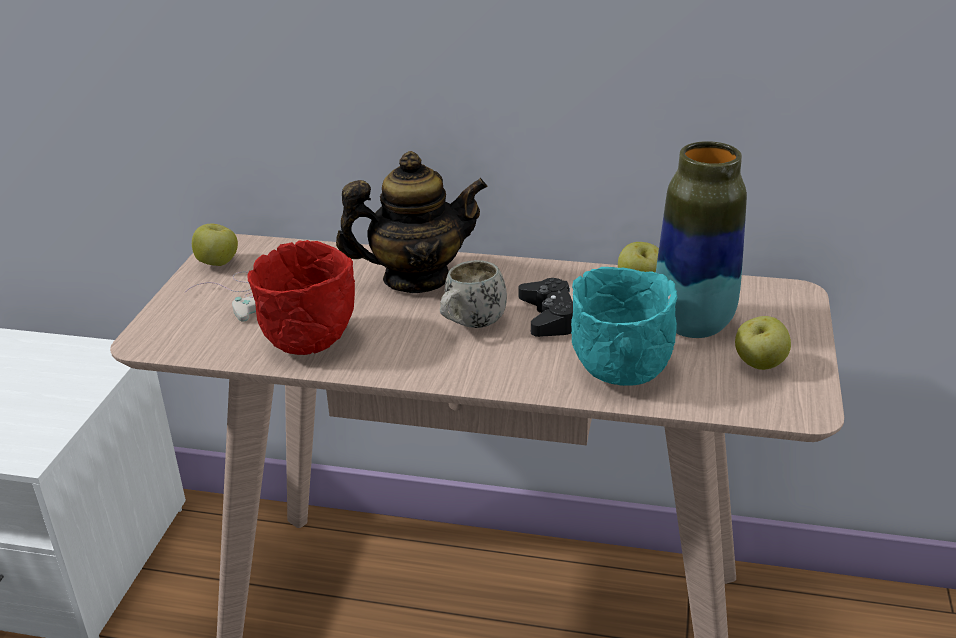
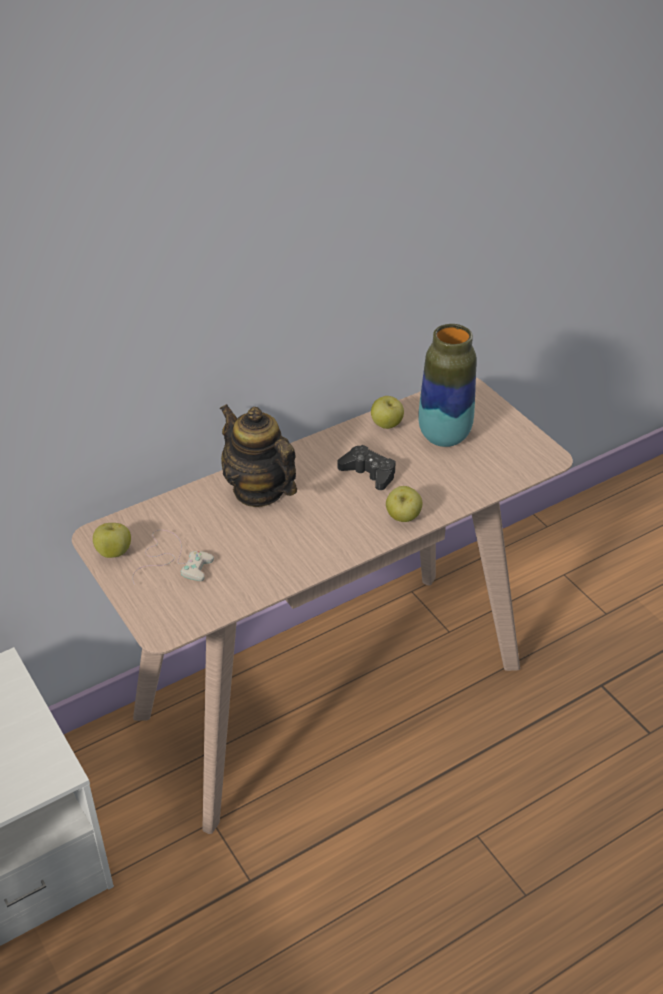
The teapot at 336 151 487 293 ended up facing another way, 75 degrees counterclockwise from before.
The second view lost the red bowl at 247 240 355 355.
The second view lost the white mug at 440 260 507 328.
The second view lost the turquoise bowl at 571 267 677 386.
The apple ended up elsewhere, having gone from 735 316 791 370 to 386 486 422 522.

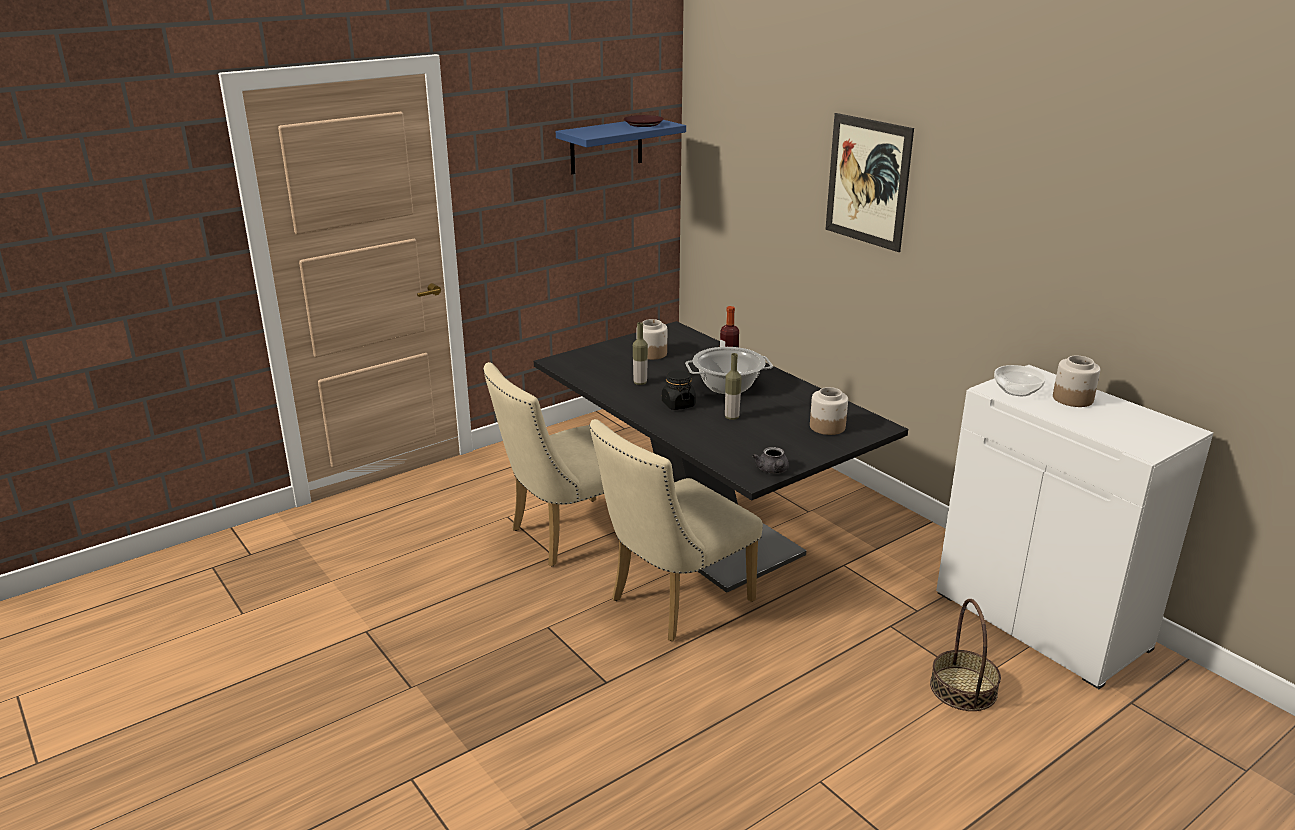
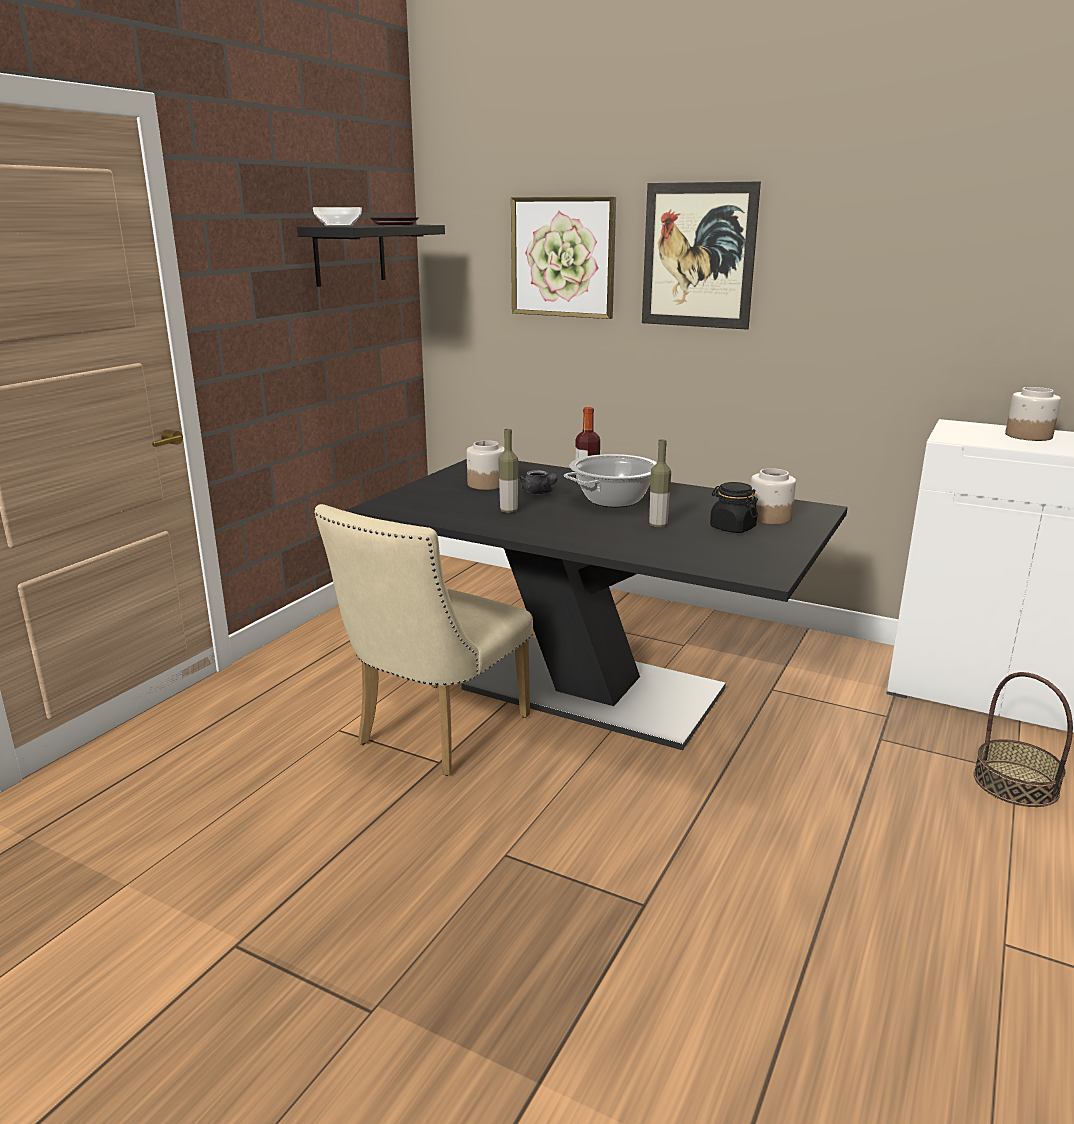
What was the blue shelf at 556 120 686 174 turned into the black shelf at 297 225 445 287.
The bowl ended up elsewhere, having gone from 994 365 1046 396 to 313 207 362 226.
The black jar ended up elsewhere, having gone from 662 370 696 410 to 710 482 758 533.
The second view lost the beige chair at 589 419 763 641.
The grey teapot ended up elsewhere, having gone from 752 447 789 474 to 519 470 558 495.
The second view gained the picture at 511 197 616 319.

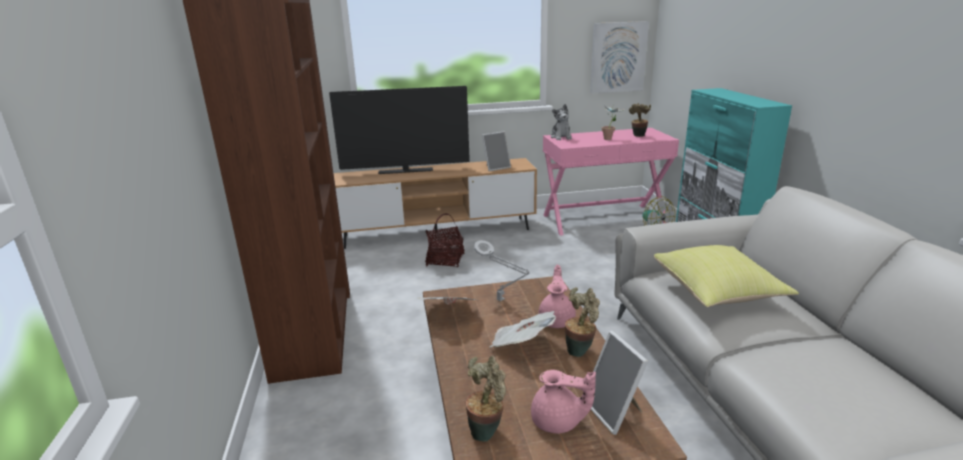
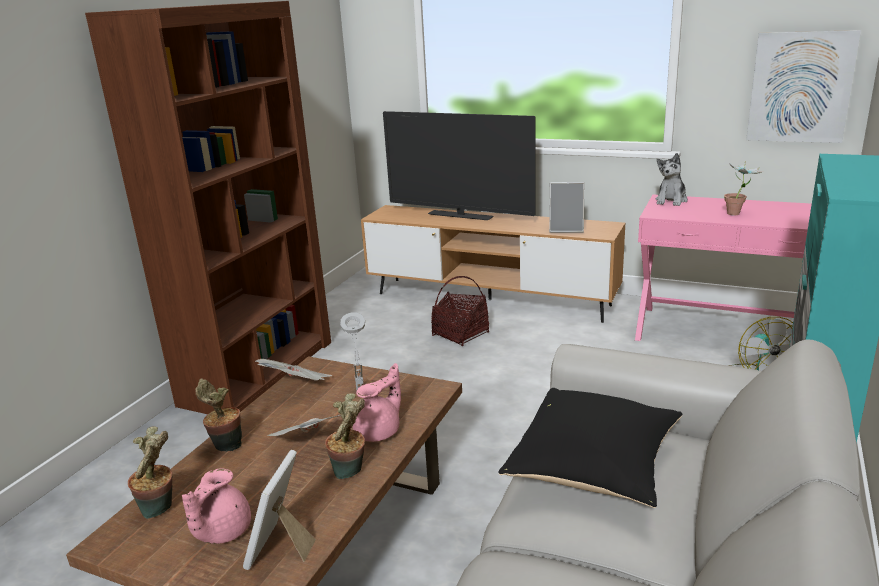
The potted plant ended up elsewhere, having gone from 629 103 651 137 to 195 378 242 452.
What was the yellow pillow at 654 245 799 307 turned into the black pillow at 498 388 682 508.
The pink teapot at 531 370 596 434 ended up facing another way, 60 degrees clockwise from before.

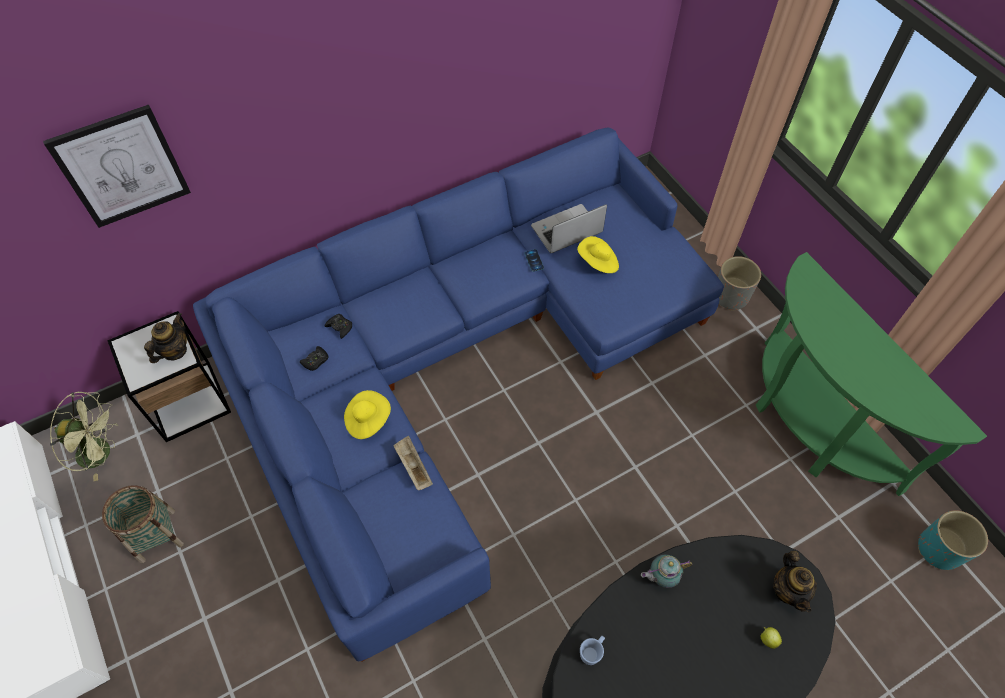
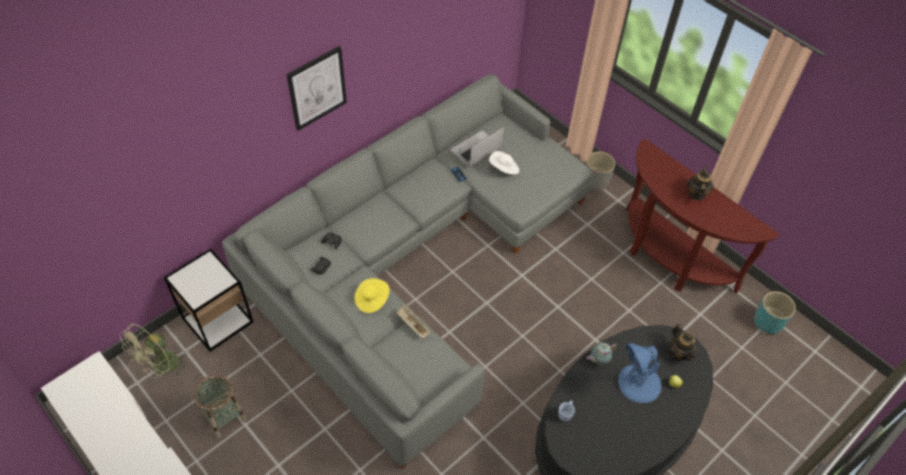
The picture ended up elsewhere, having gone from 43 105 191 228 to 286 46 347 131.
What was the blue sofa at 193 127 724 662 turned into the grey sofa at 222 74 593 469.
What was the yellow hat at 577 236 619 273 turned into the white hat at 489 151 520 175.
What was the green console table at 756 252 987 496 turned into the brown console table at 626 139 779 294.
The teapot ended up elsewhere, having gone from 144 313 187 363 to 687 165 714 201.
The green fan at 50 392 118 481 ended up facing another way, 135 degrees clockwise from before.
The second view gained the blue table lamp at 618 343 662 403.

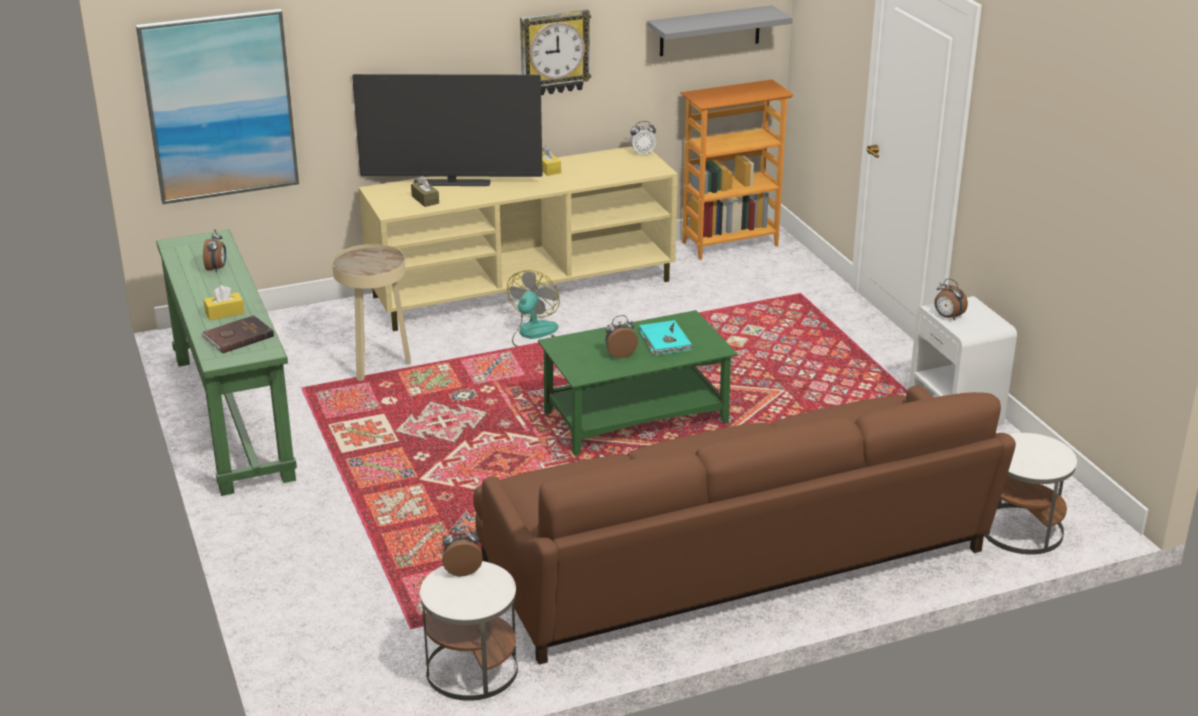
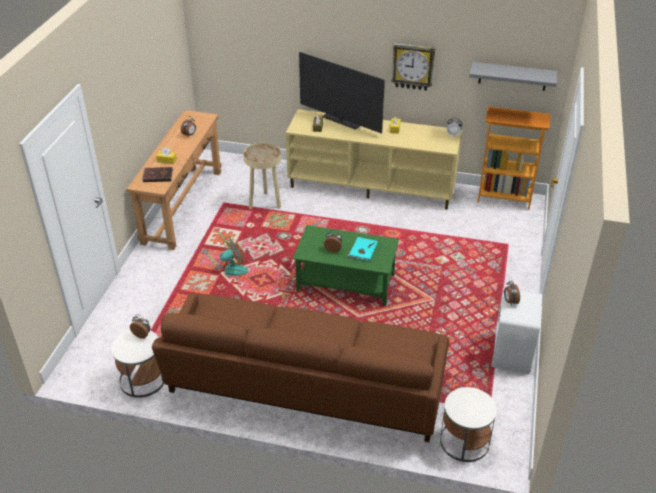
The second view lost the picture at 136 9 299 204.
What was the green console table at 156 229 297 496 turned into the brown console table at 126 110 222 250.
The fan ended up elsewhere, having gone from 507 270 560 347 to 214 236 249 280.

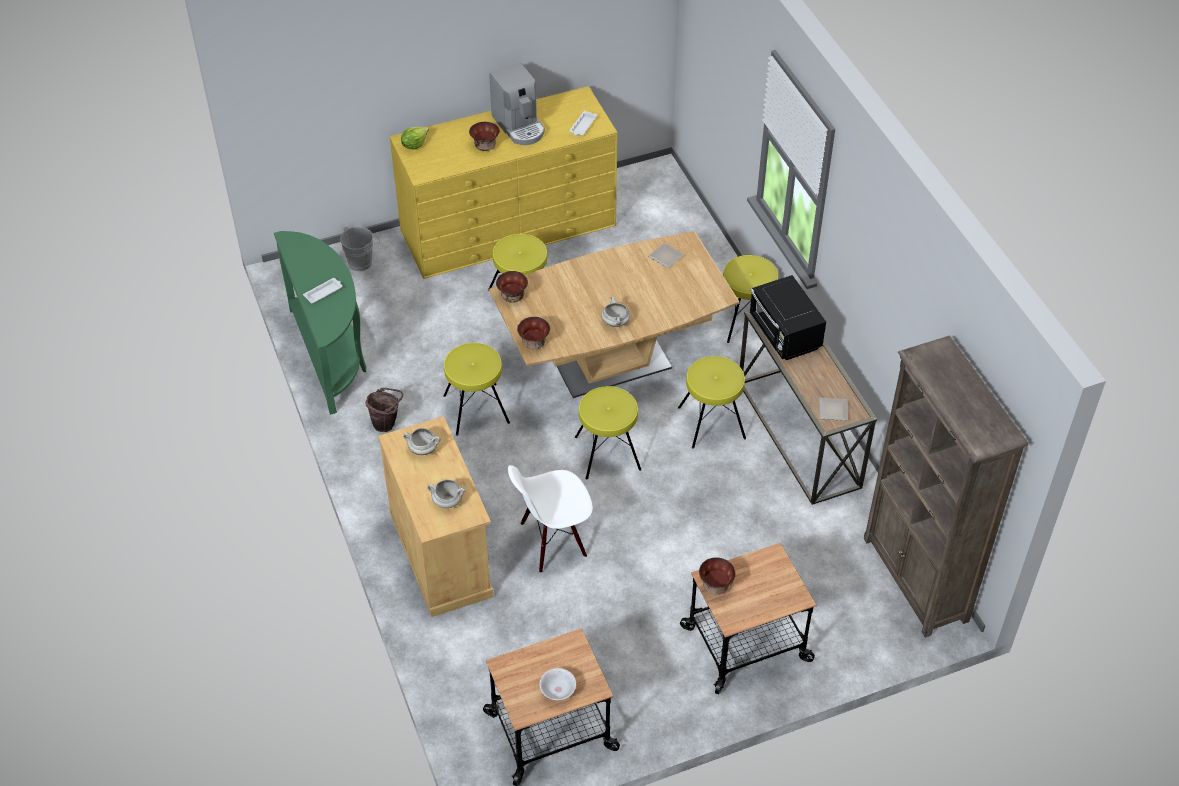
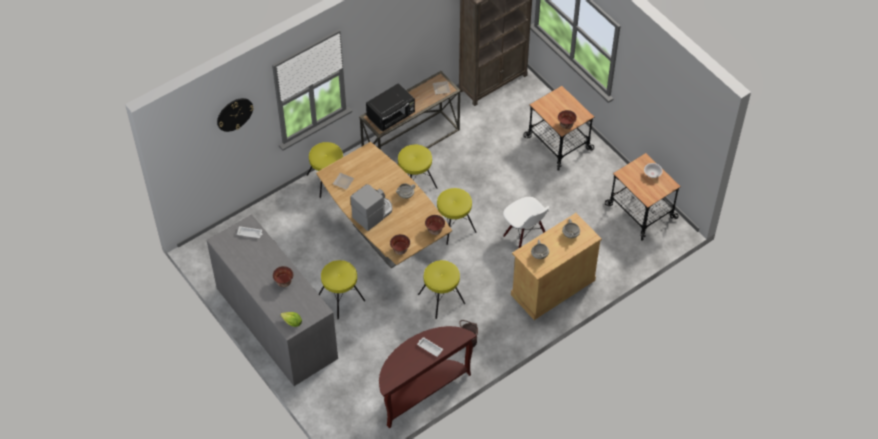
The coffee machine ended up elsewhere, having gone from 489 63 545 145 to 351 184 392 231.
What was the yellow dresser at 390 86 618 279 turned into the grey dresser at 206 214 338 386.
The second view lost the grey bucket at 340 226 380 272.
What was the green console table at 274 231 366 415 turned into the brown console table at 379 326 476 428.
The second view gained the wall clock at 217 98 254 132.

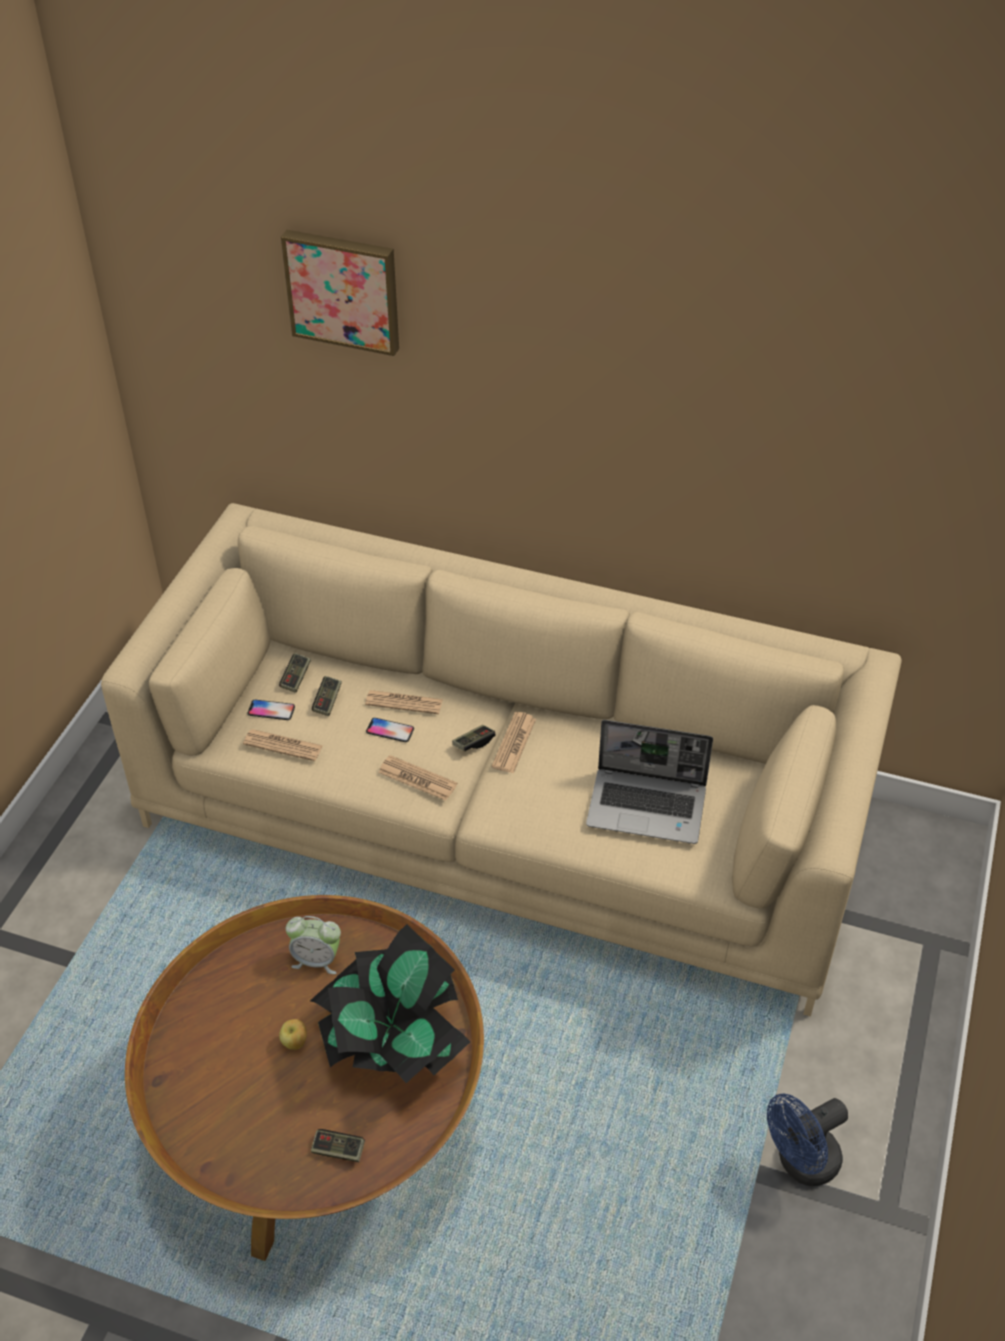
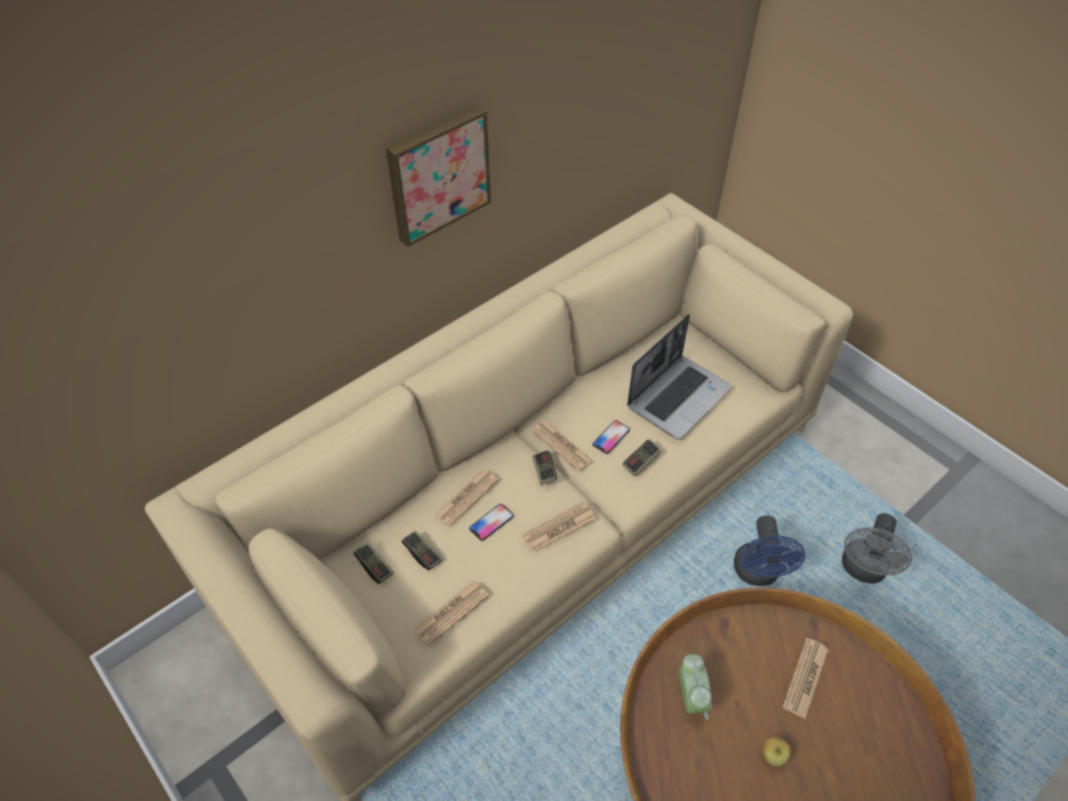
The picture ended up elsewhere, having gone from 281 230 399 356 to 386 105 491 247.
The phone ended up elsewhere, having gone from 247 700 295 720 to 593 420 630 454.
The alarm clock at 286 916 341 974 ended up facing another way, 45 degrees counterclockwise from before.
Where the potted plant stood at 310 924 470 1083, the newspaper came to stand at 782 638 828 719.
The blue fan ended up elsewhere, having gone from 767 1093 848 1186 to 734 515 806 586.
The game controller ended up elsewhere, having gone from 311 1129 365 1162 to 623 439 661 476.
The second view gained the grey fan at 842 513 912 583.

